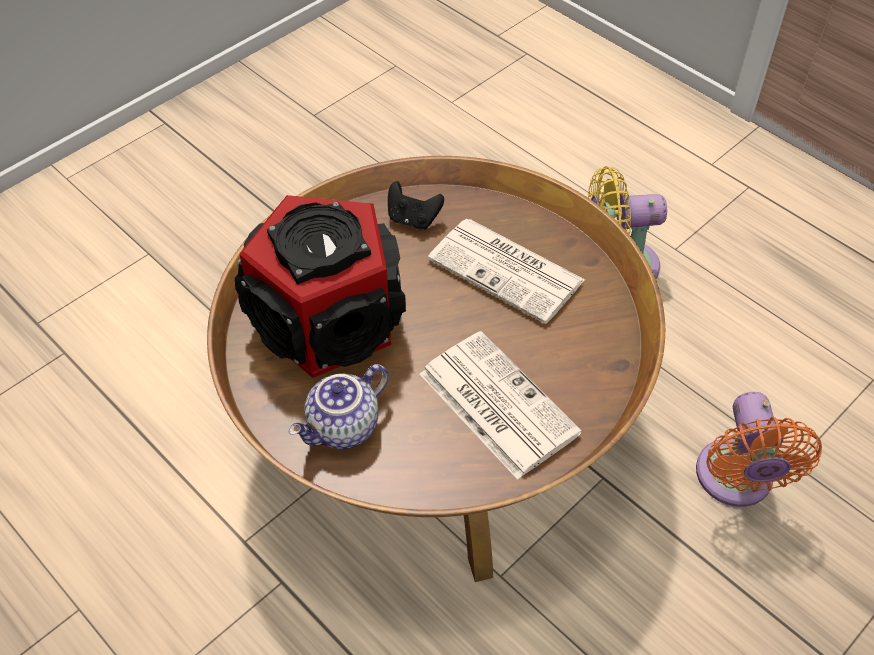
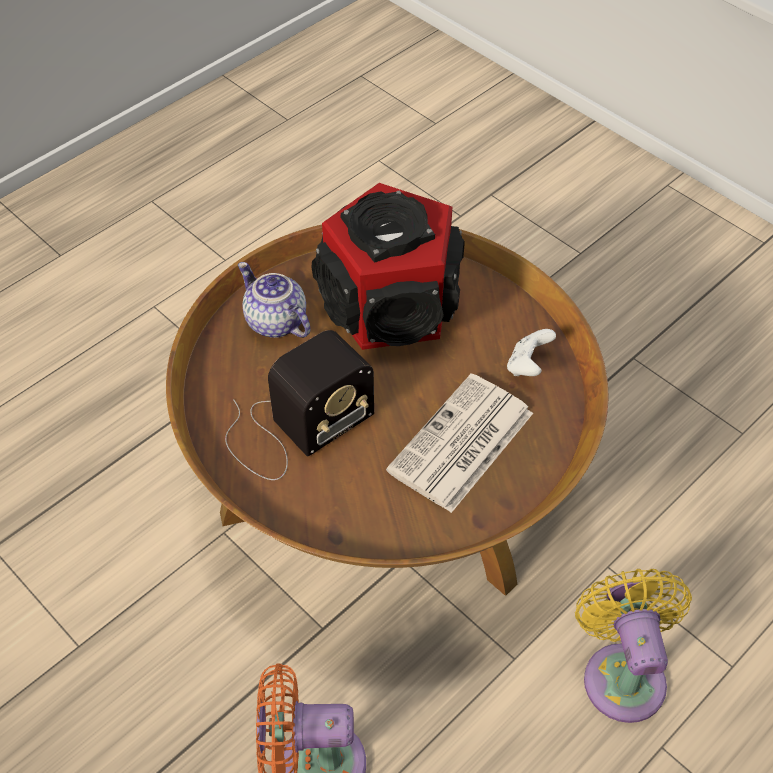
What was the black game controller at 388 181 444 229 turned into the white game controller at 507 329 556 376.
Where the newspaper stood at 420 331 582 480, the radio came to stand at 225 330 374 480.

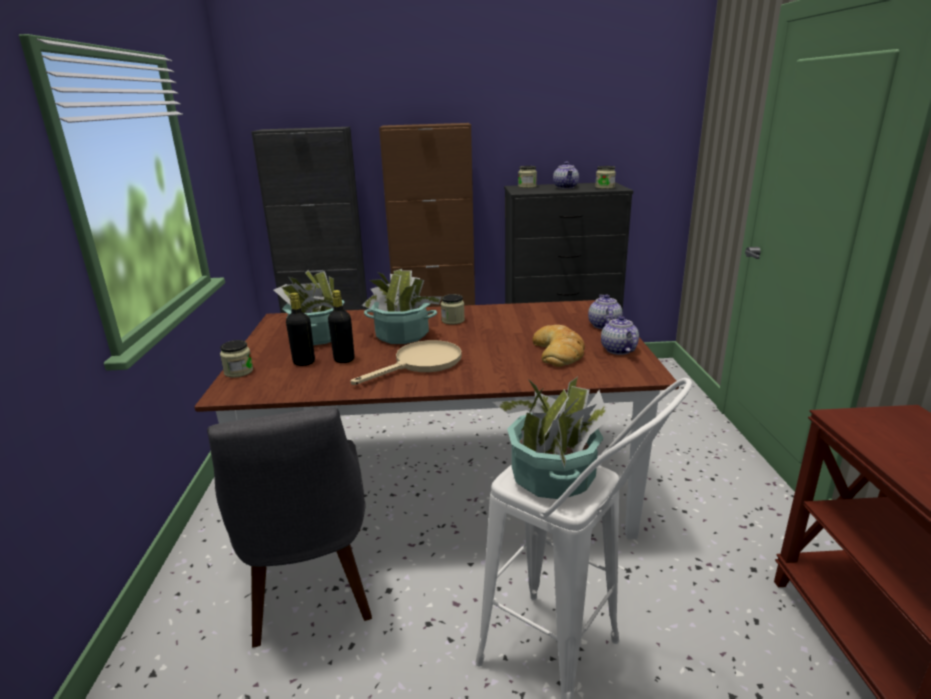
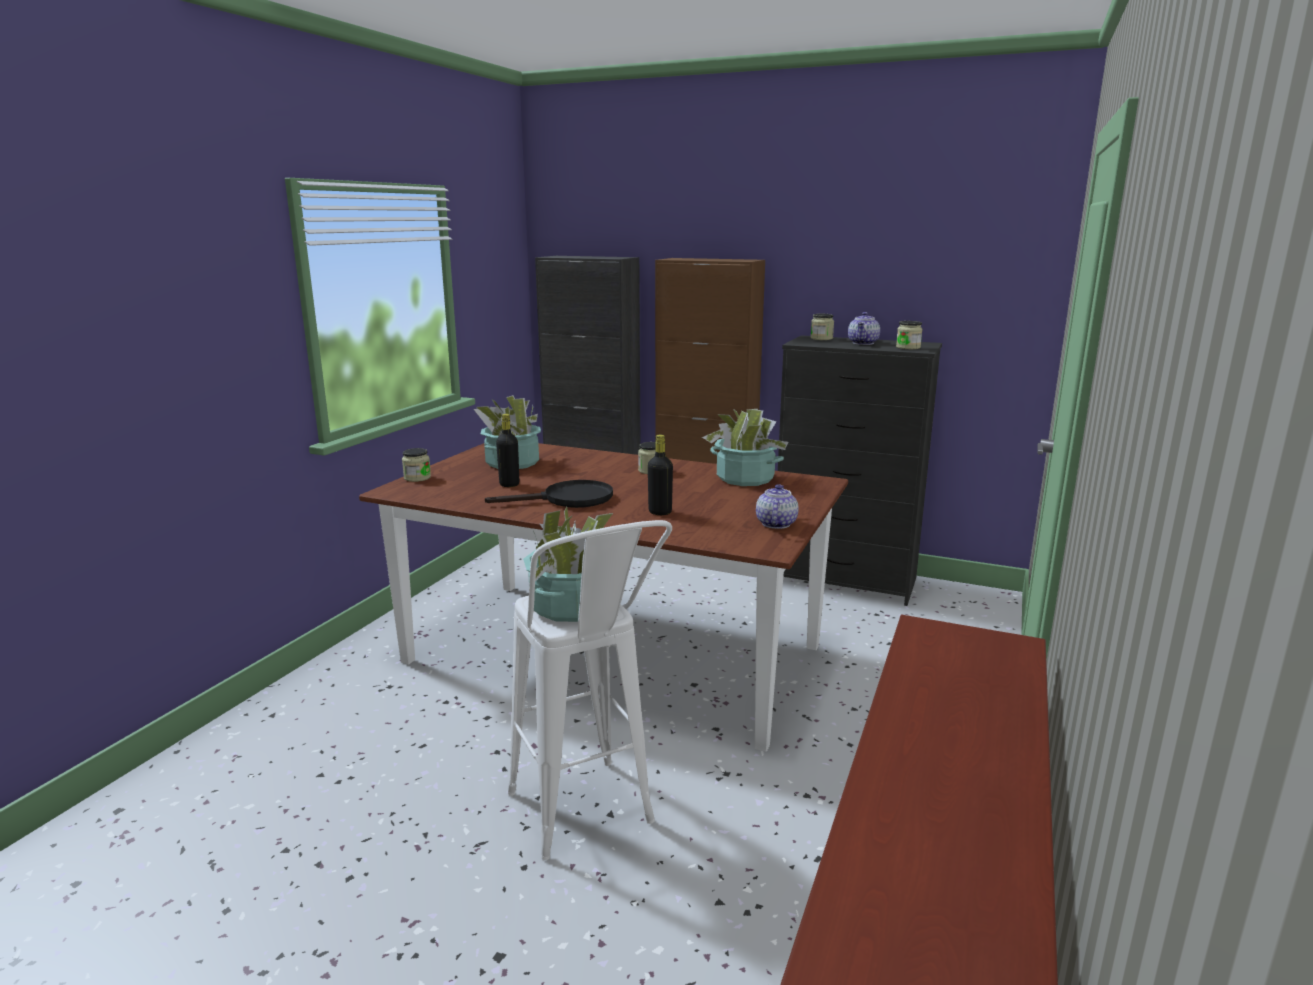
The potted plant ended up elsewhere, having gone from 362 269 441 344 to 702 409 788 486.
The black bottle ended up elsewhere, having gone from 286 293 315 366 to 648 435 673 515.
The second view lost the teapot at 588 294 622 329.
The second view lost the bread at 533 325 585 367.
What was the beige frying pan at 351 340 462 385 turned into the black frying pan at 485 480 613 508.
The second view lost the grey chair at 207 407 372 648.

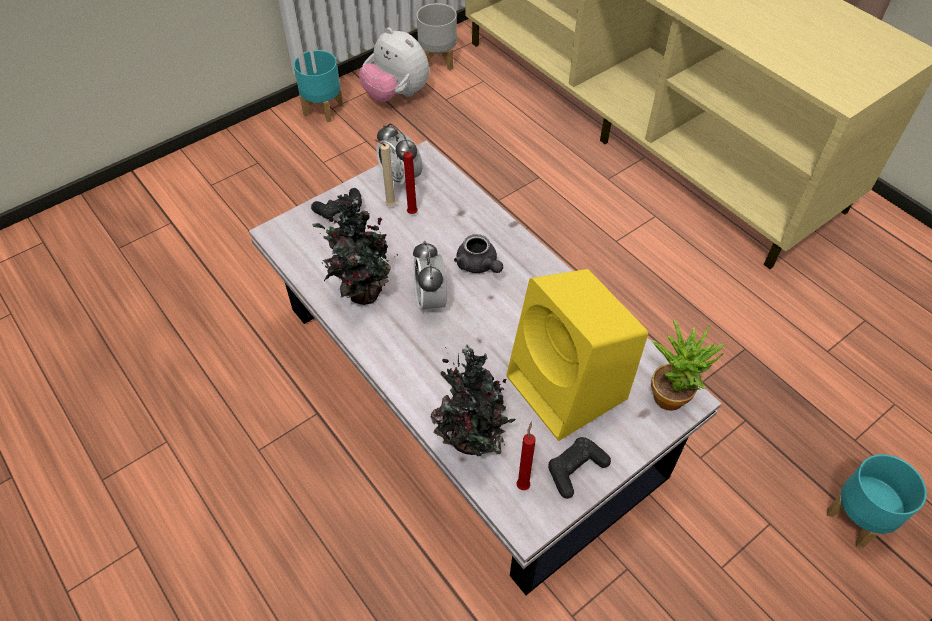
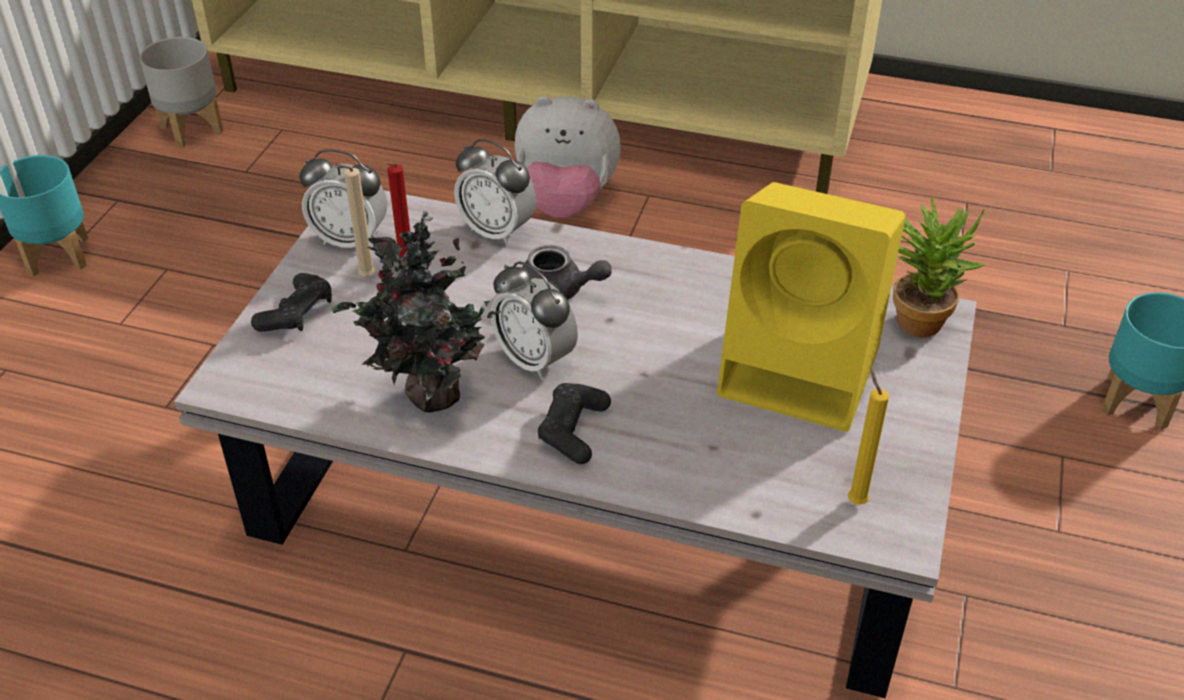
The plush toy ended up elsewhere, having gone from 359 27 429 102 to 515 96 621 218.
The second view lost the potted plant at 431 345 516 456.
What was the red candle at 517 422 536 490 turned into the yellow candle at 848 370 889 505.
The black game controller ended up elsewhere, having gone from 548 437 611 499 to 538 383 611 464.
The second view gained the alarm clock at 454 139 537 246.

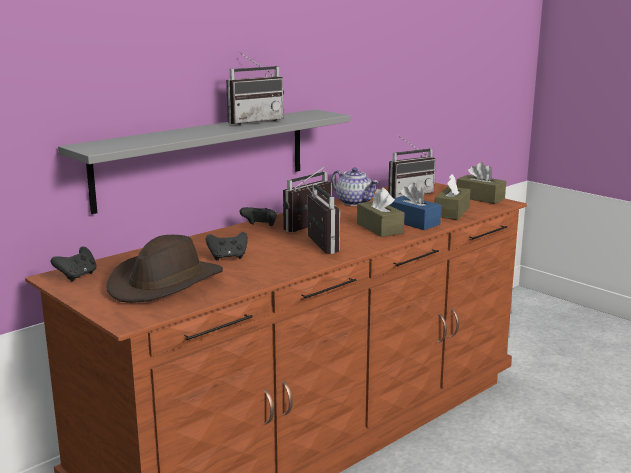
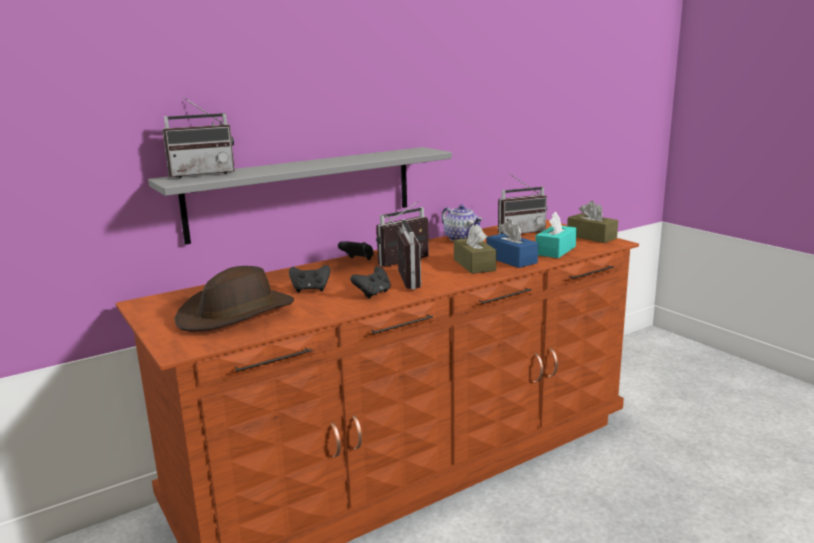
The radio ended up elsewhere, having gone from 226 51 284 125 to 162 97 235 178.
What was the brown tissue box at 435 174 470 220 turned into the turquoise tissue box at 535 212 577 258.
The black game controller ended up elsewhere, having gone from 51 247 97 282 to 350 266 391 299.

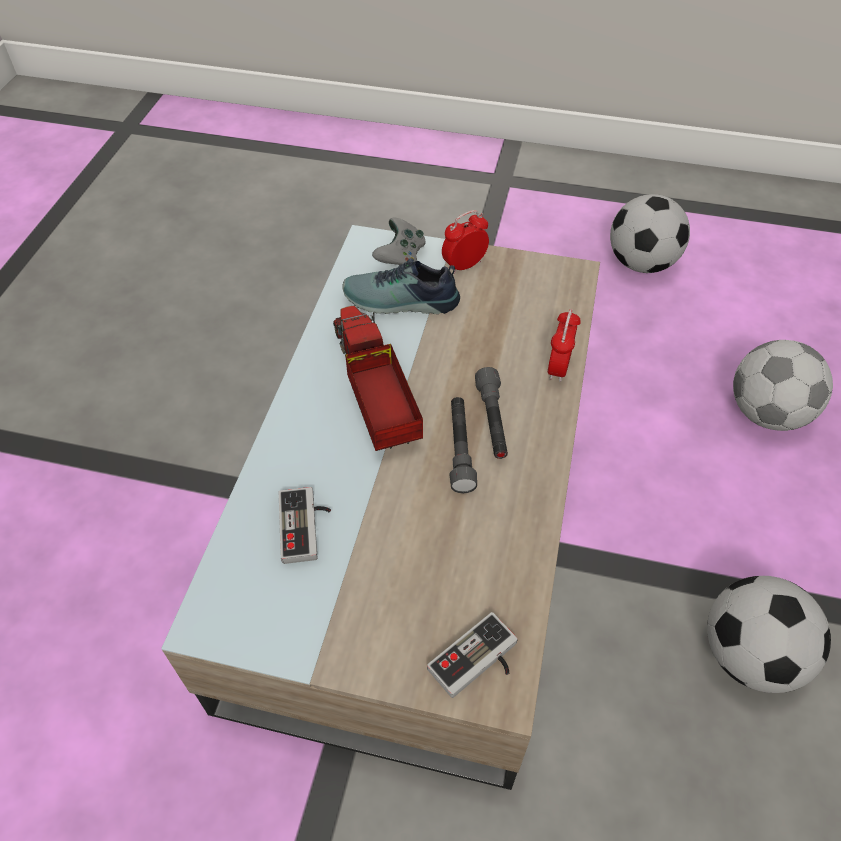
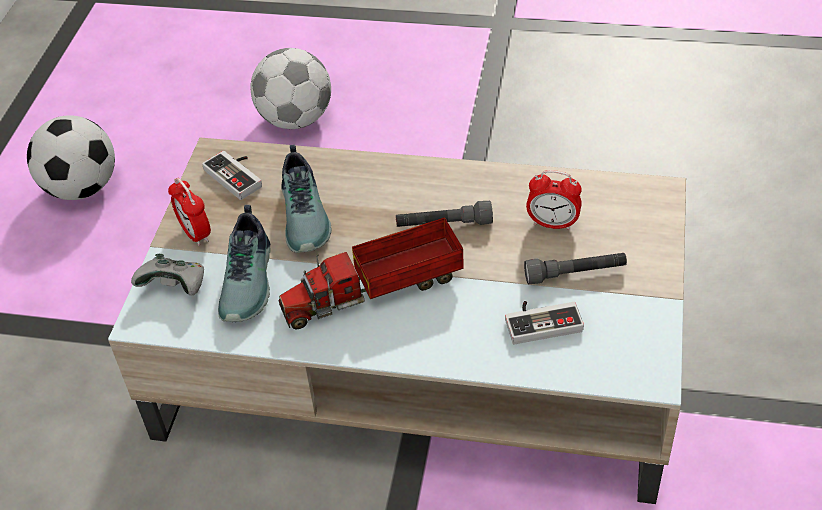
The alarm clock ended up elsewhere, having gone from 548 309 581 382 to 526 170 582 230.
The grey flashlight ended up elsewhere, having gone from 475 367 508 459 to 524 253 627 284.
The second view lost the football at 707 576 831 693.
The game controller ended up elsewhere, having gone from 427 612 518 698 to 202 151 262 200.
The second view gained the shoe at 281 144 332 253.

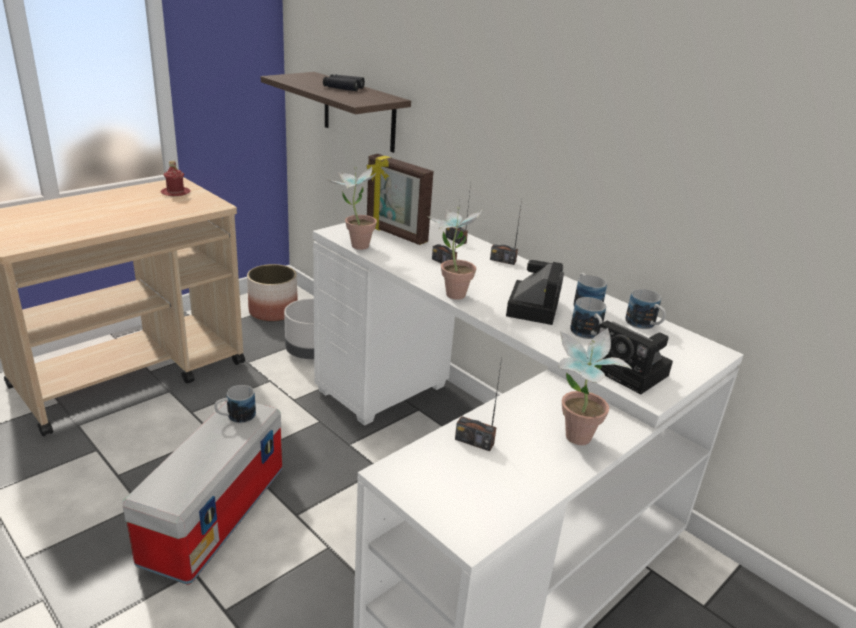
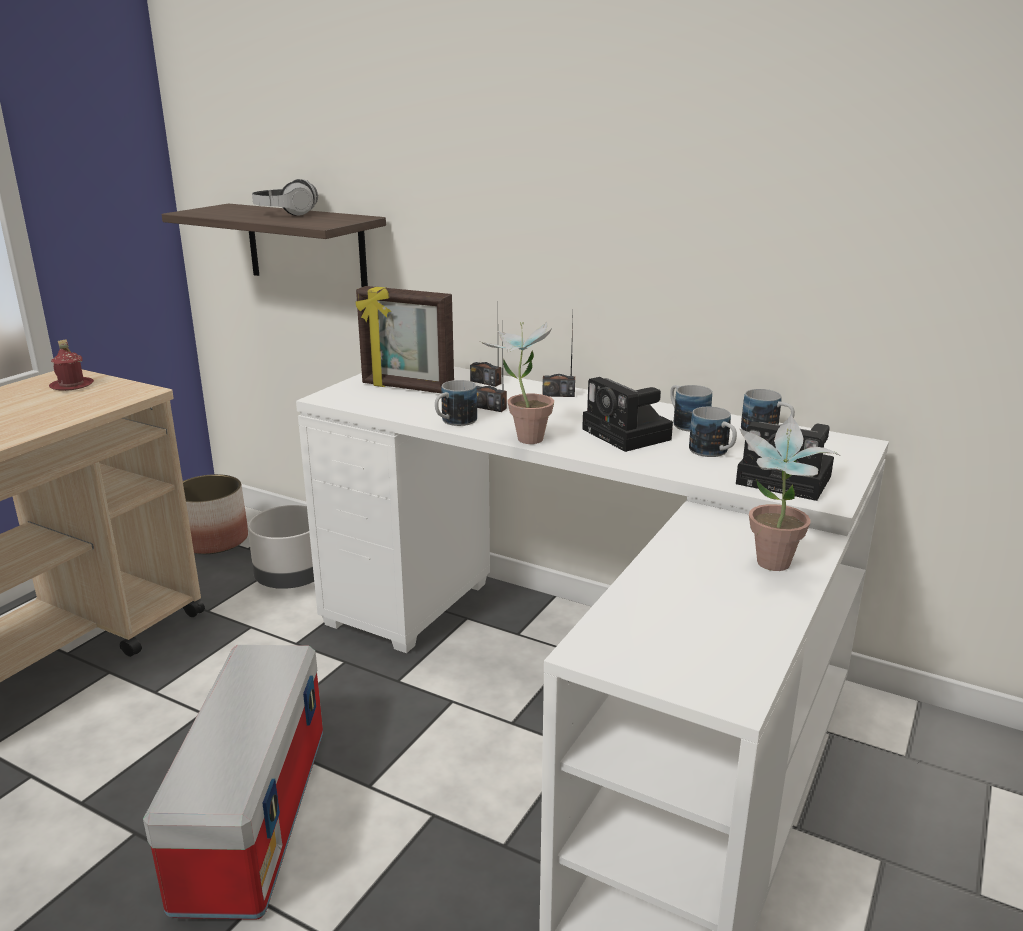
Where the black binoculars stood at 323 74 365 91, the headphones came to stand at 252 179 318 216.
The second view lost the potted plant at 327 166 377 250.
The photo camera at 506 260 564 325 ended up facing another way, 150 degrees clockwise from before.
The second view lost the radio at 455 358 502 451.
The mug ended up elsewhere, having gone from 214 385 256 423 to 435 380 477 426.

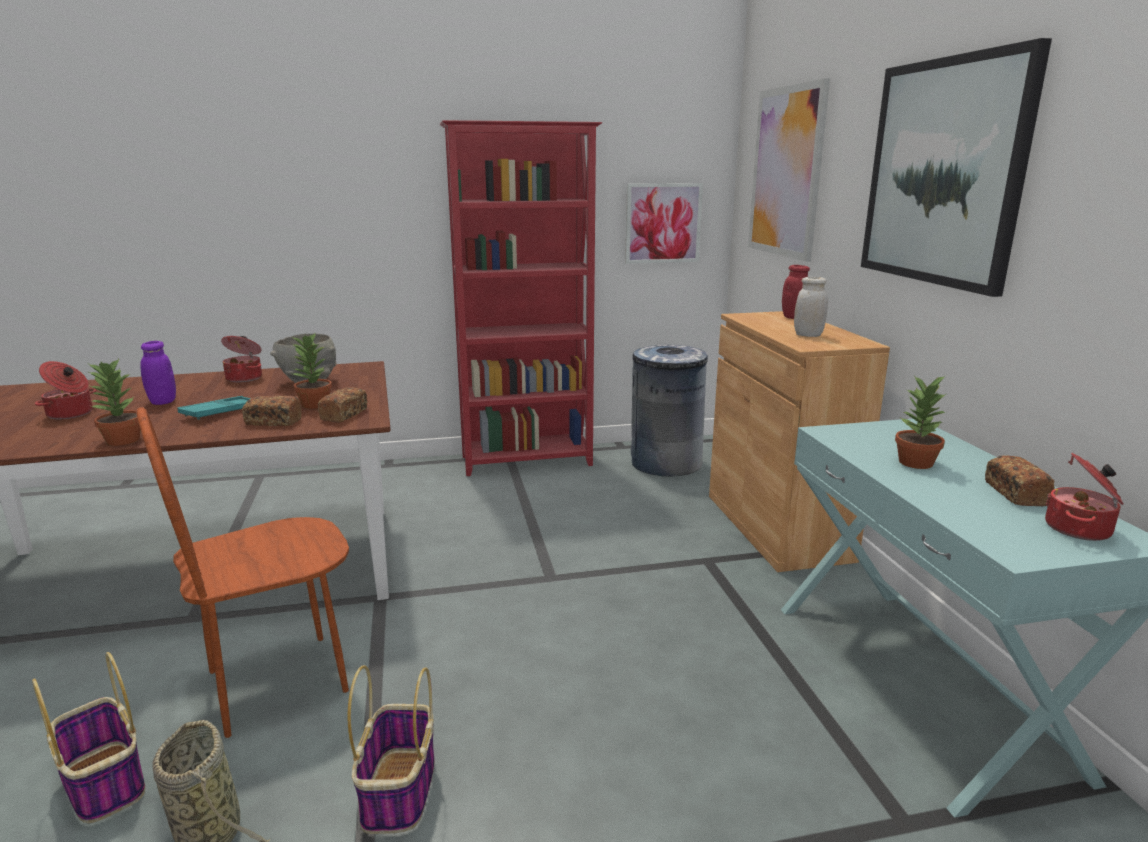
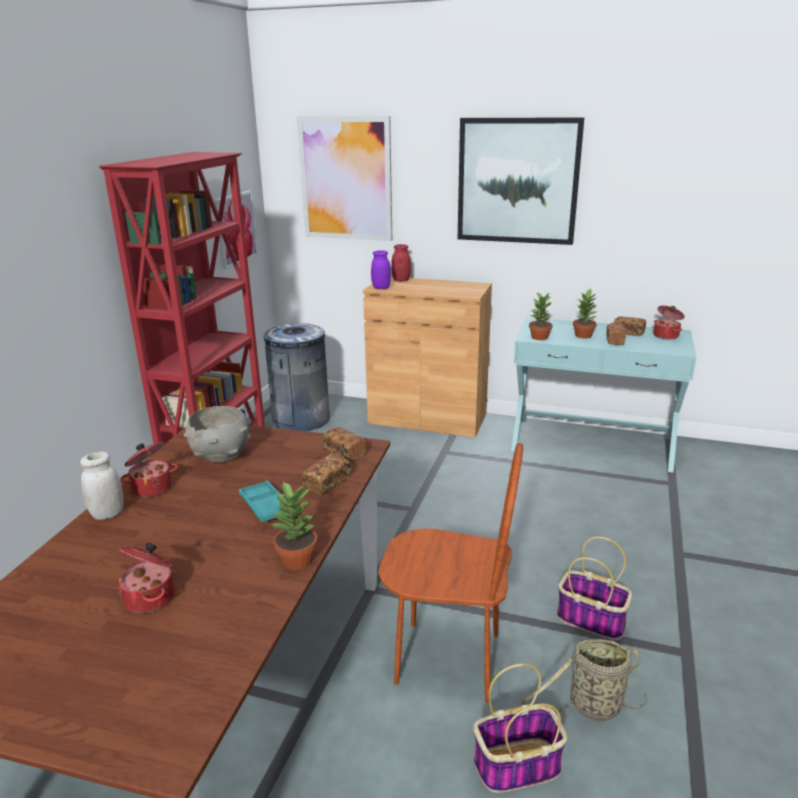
The white jar ended up elsewhere, having gone from 794 277 828 337 to 80 451 124 520.
The potted plant ended up elsewhere, having gone from 290 334 332 409 to 529 292 552 340.
The purple jar ended up elsewhere, having gone from 140 341 176 405 to 371 250 391 289.
The brown chair at 136 407 349 738 ended up facing another way, 75 degrees counterclockwise from before.
The second view gained the bread at 606 323 626 345.

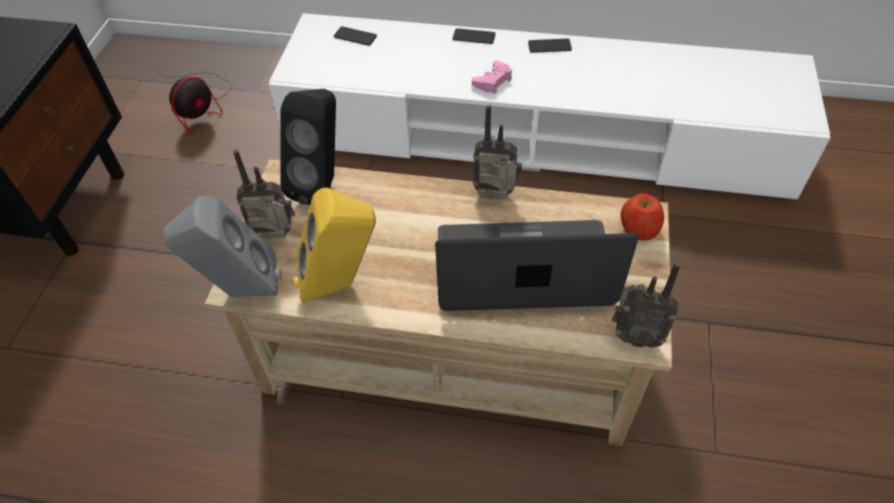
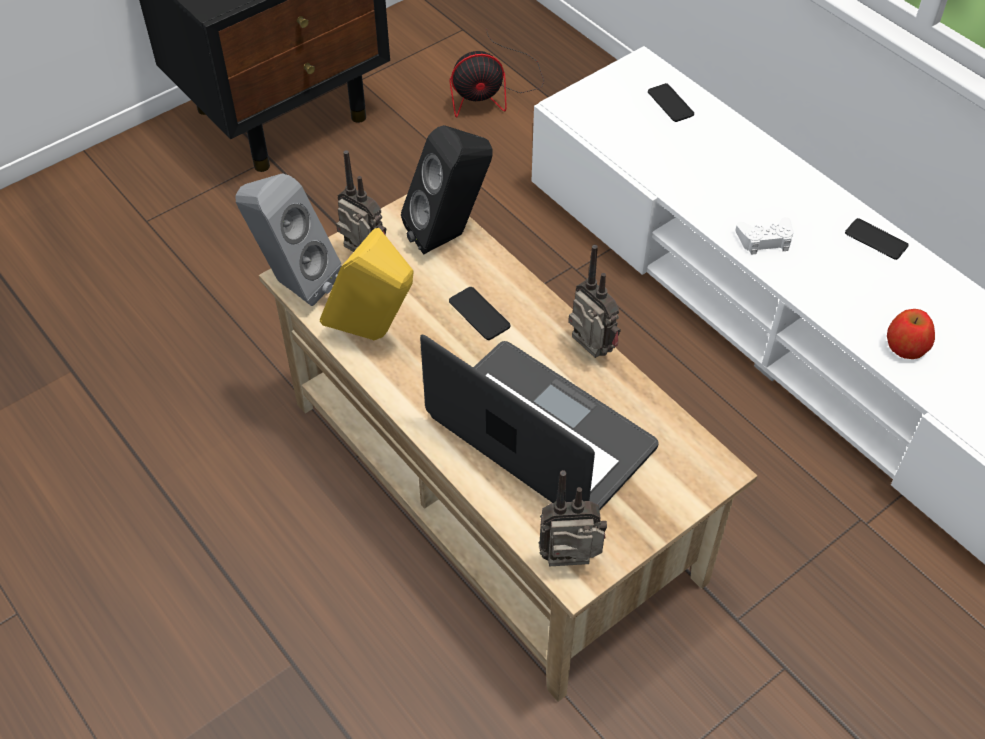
The phone ended up elsewhere, having gone from 453 28 495 44 to 449 287 511 340.
What was the pink game controller at 472 60 512 94 turned into the white game controller at 735 217 793 255.
The apple ended up elsewhere, having gone from 620 193 664 241 to 887 309 935 359.
The radio at 612 262 680 348 ended up facing another way, 120 degrees clockwise from before.

